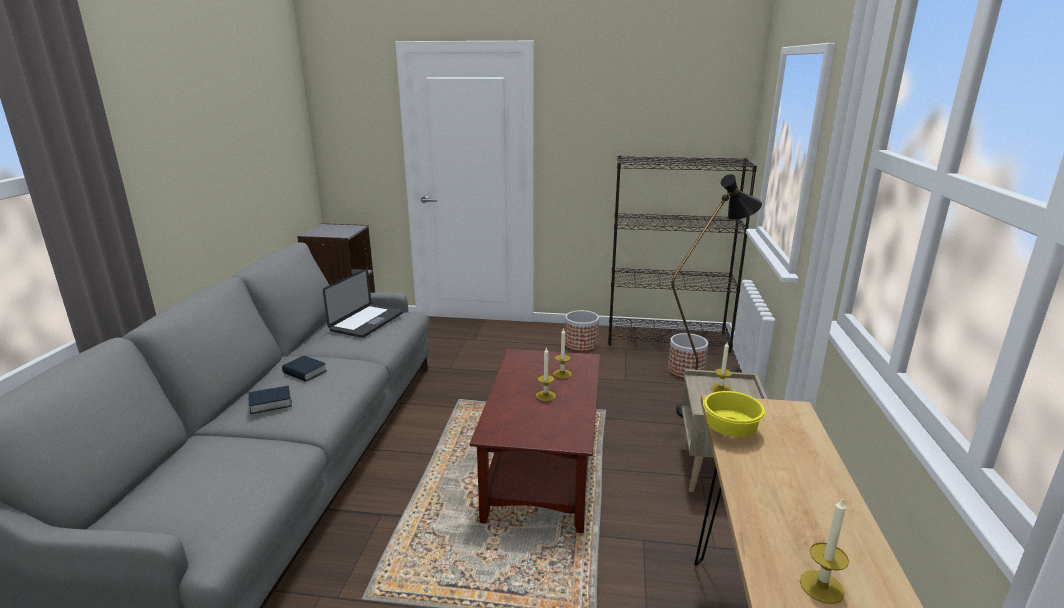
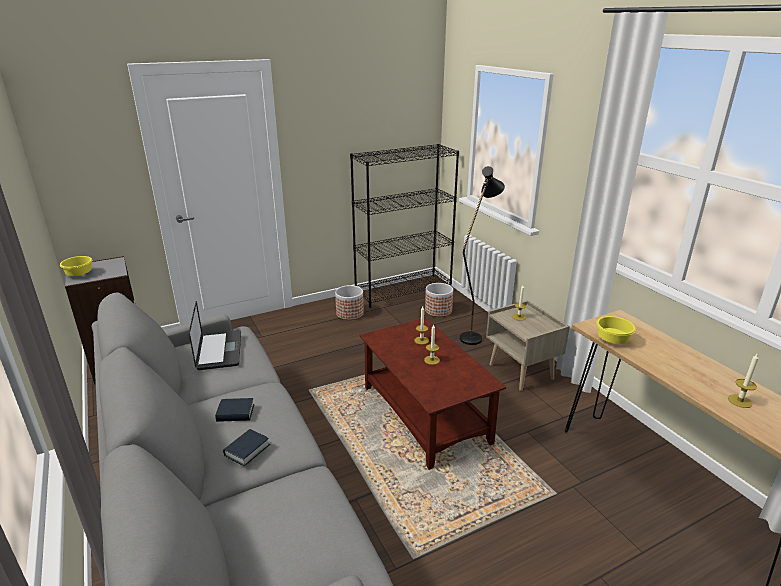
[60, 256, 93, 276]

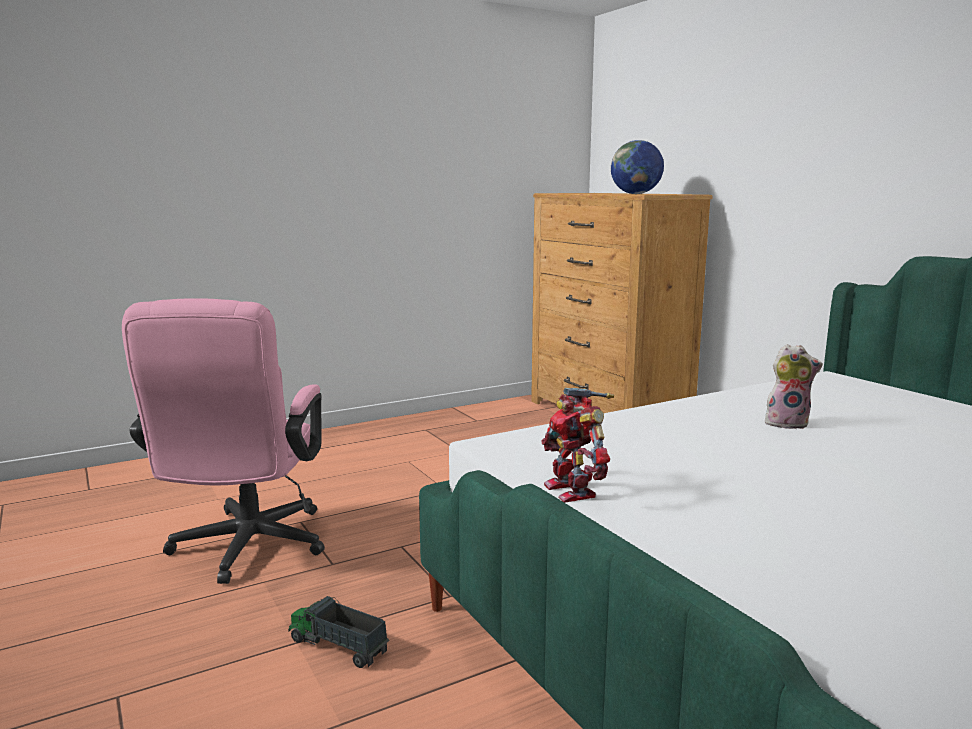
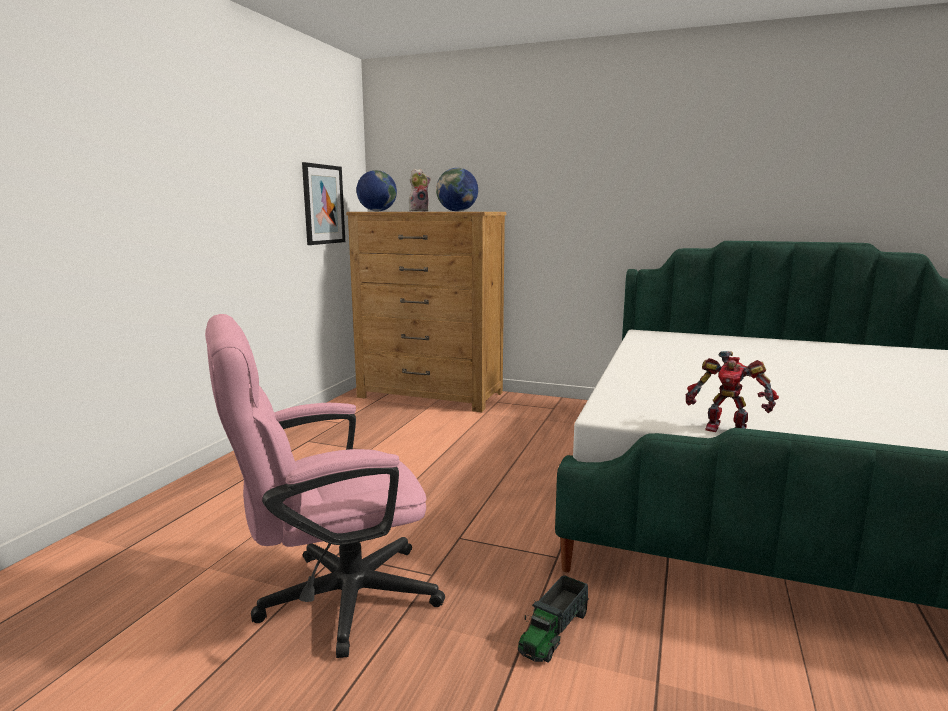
[205, 314, 445, 658]
[518, 575, 589, 663]
[409, 169, 431, 211]
[302, 162, 345, 245]
[356, 170, 397, 211]

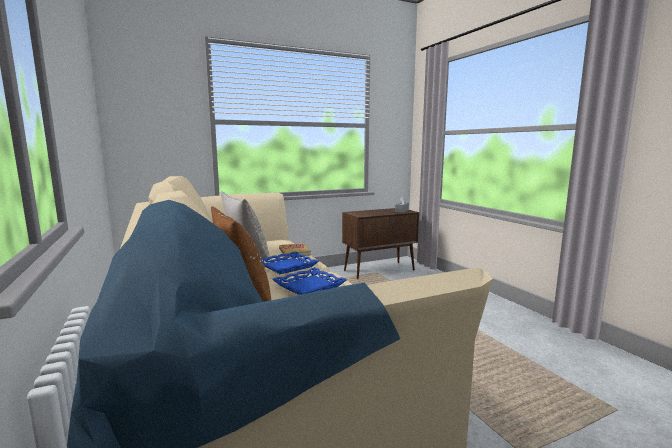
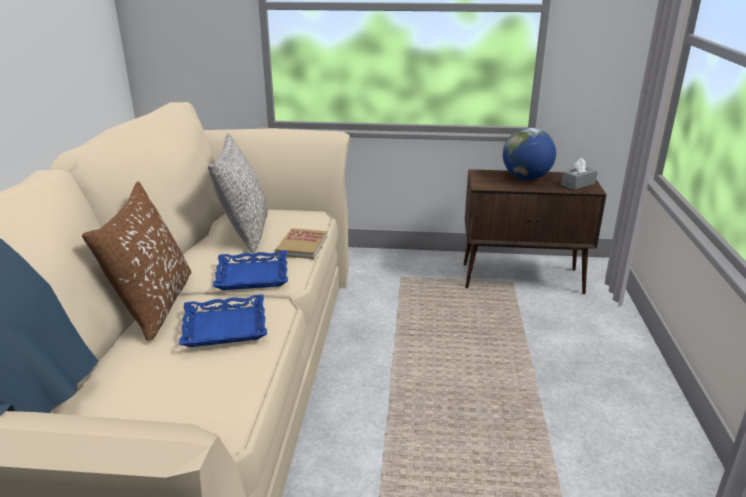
[503, 128, 556, 180]

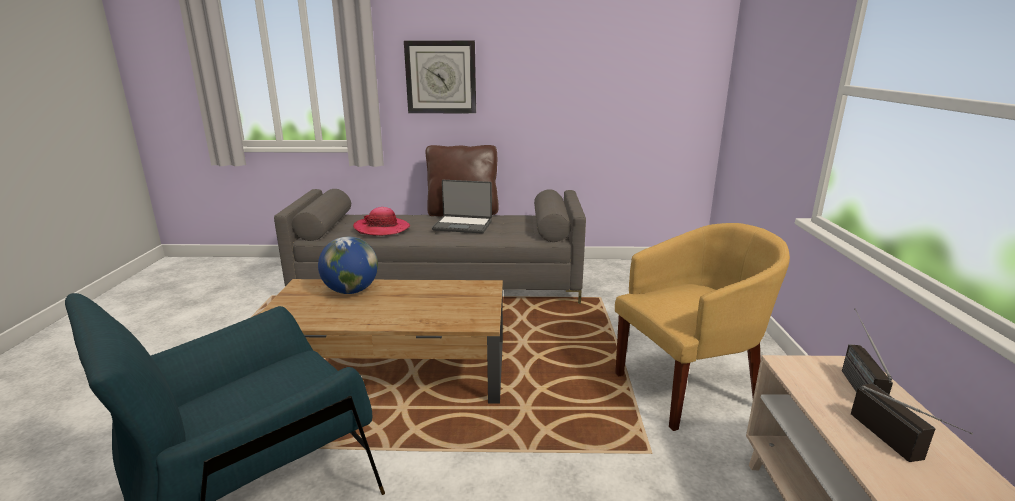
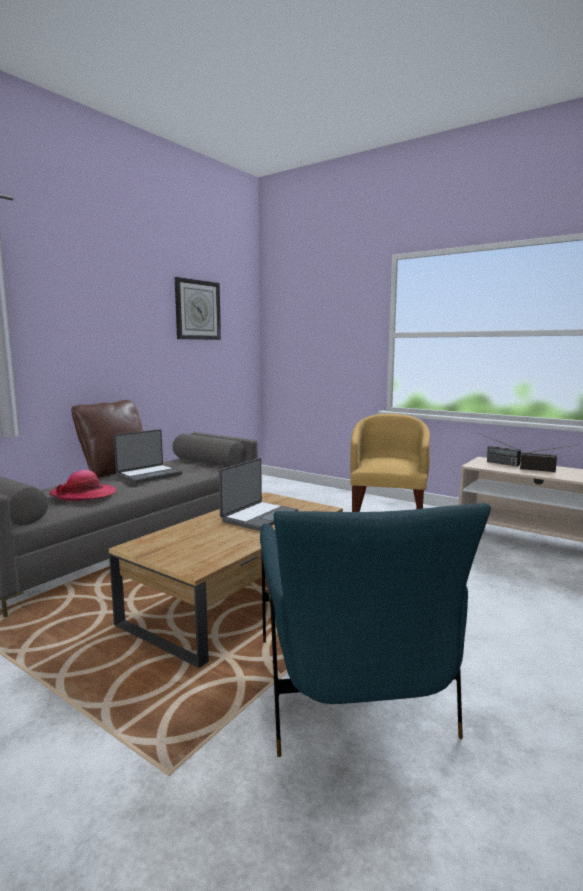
[318, 237, 378, 294] (first image)
[175, 277, 221, 340]
[219, 458, 298, 531]

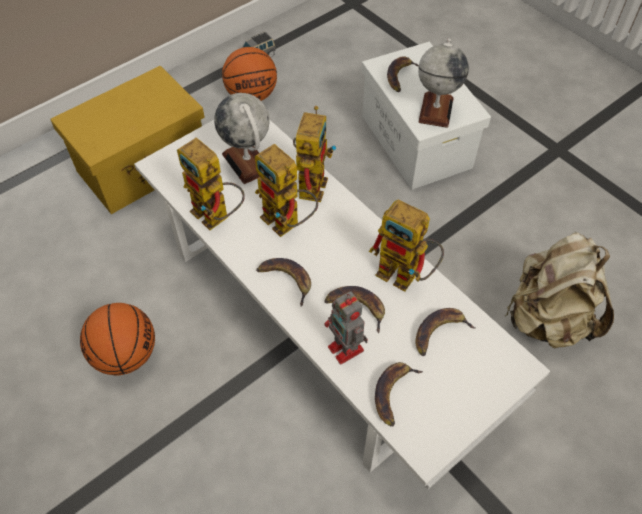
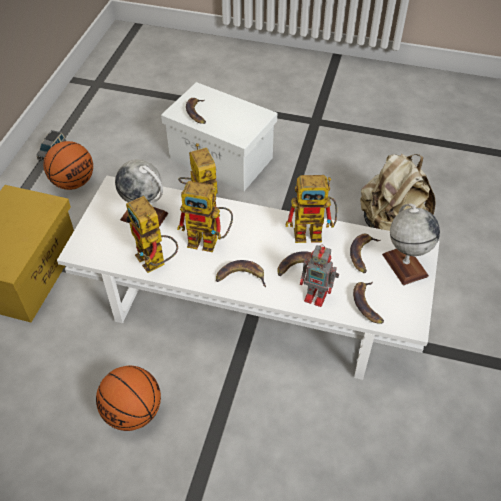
[126, 196, 178, 273]
[382, 203, 440, 285]

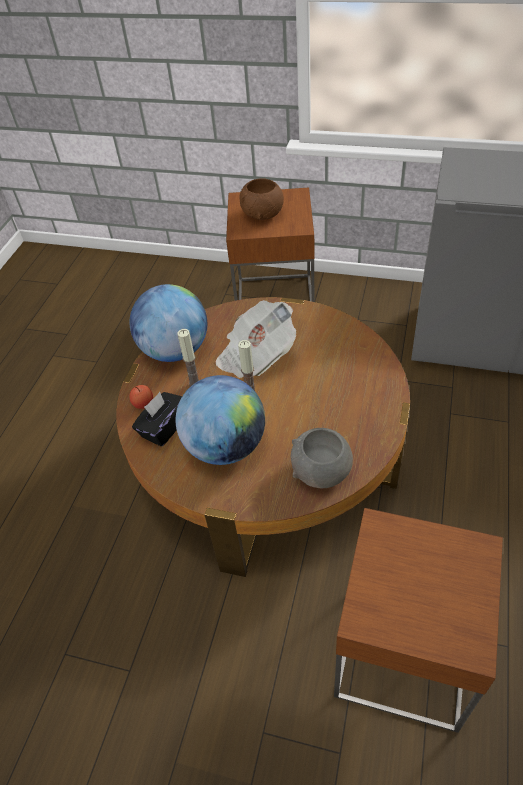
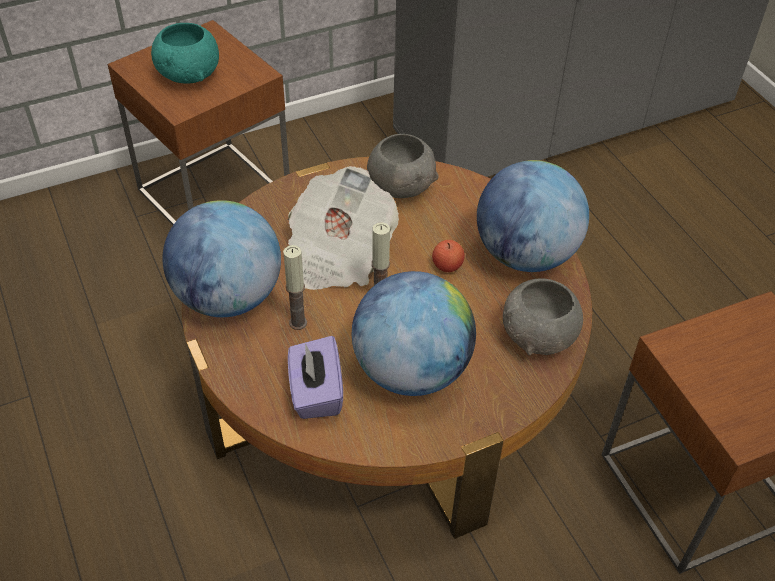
[432, 240, 465, 272]
[288, 336, 343, 419]
[151, 23, 219, 84]
[367, 134, 439, 198]
[477, 160, 589, 272]

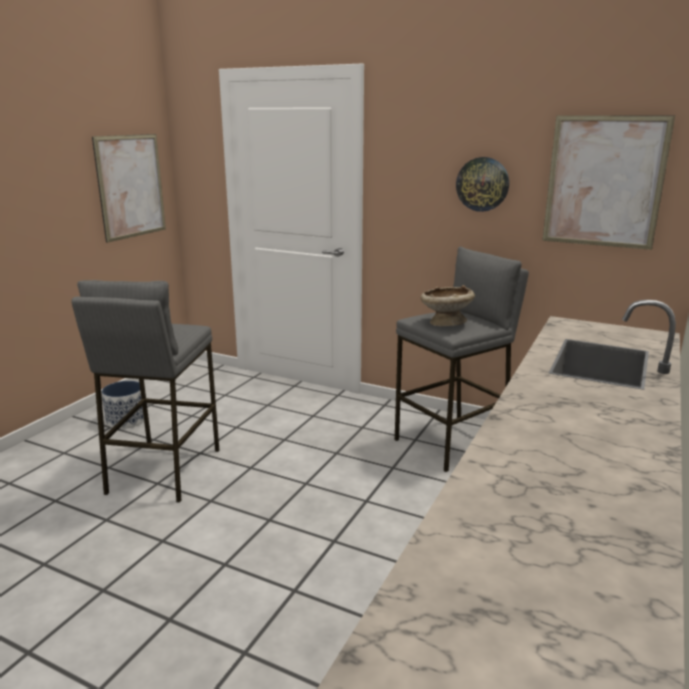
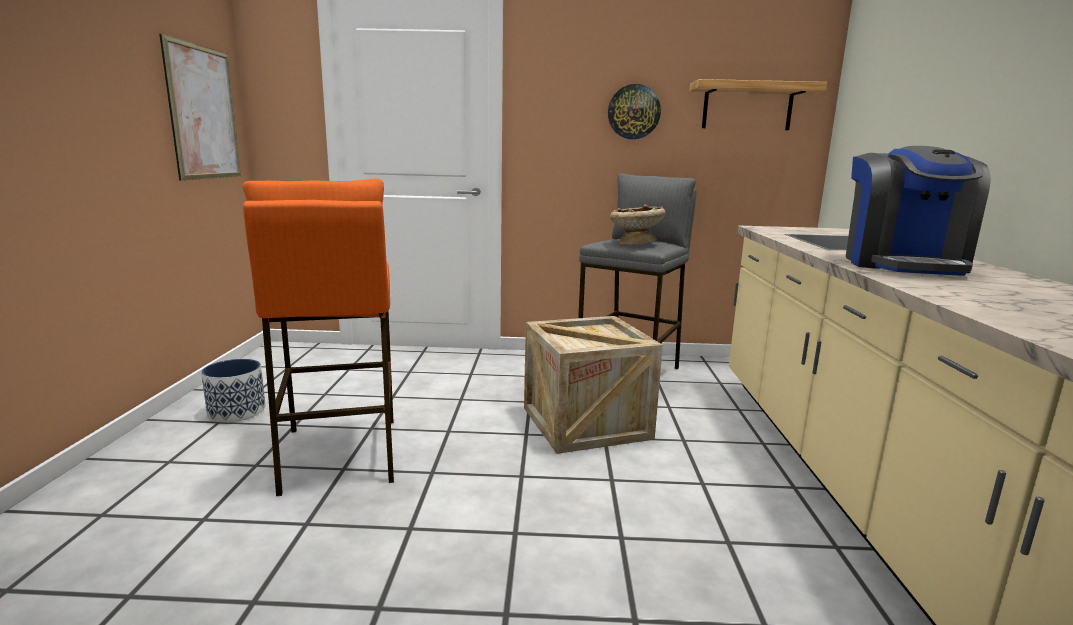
[242, 179, 394, 497]
[689, 79, 827, 130]
[524, 316, 663, 454]
[846, 146, 991, 276]

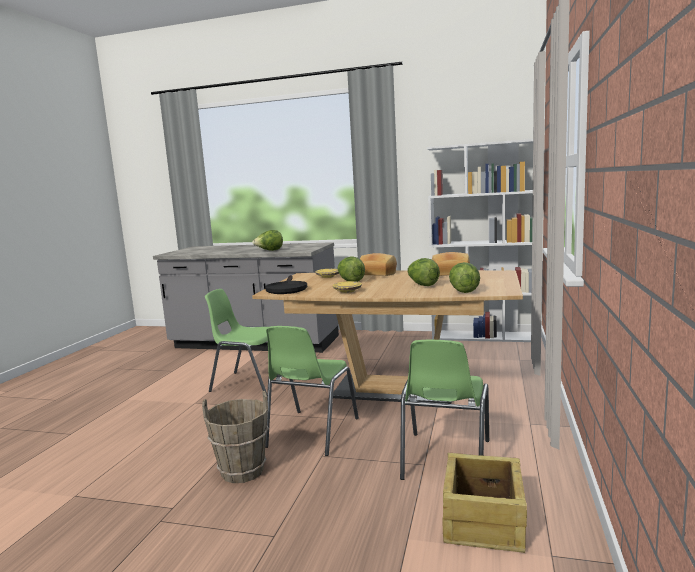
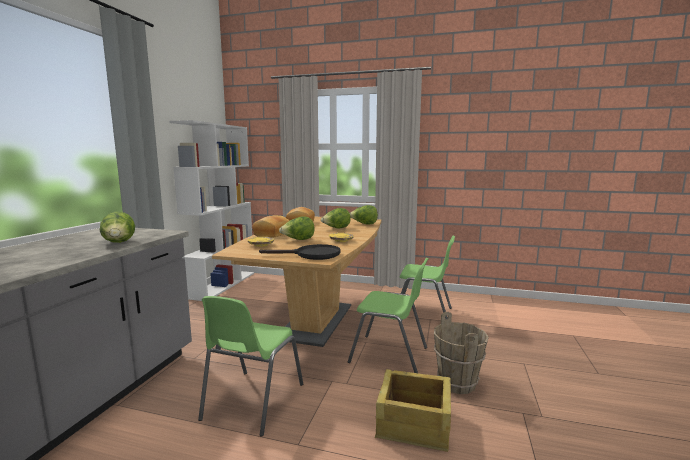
[375, 369, 451, 452]

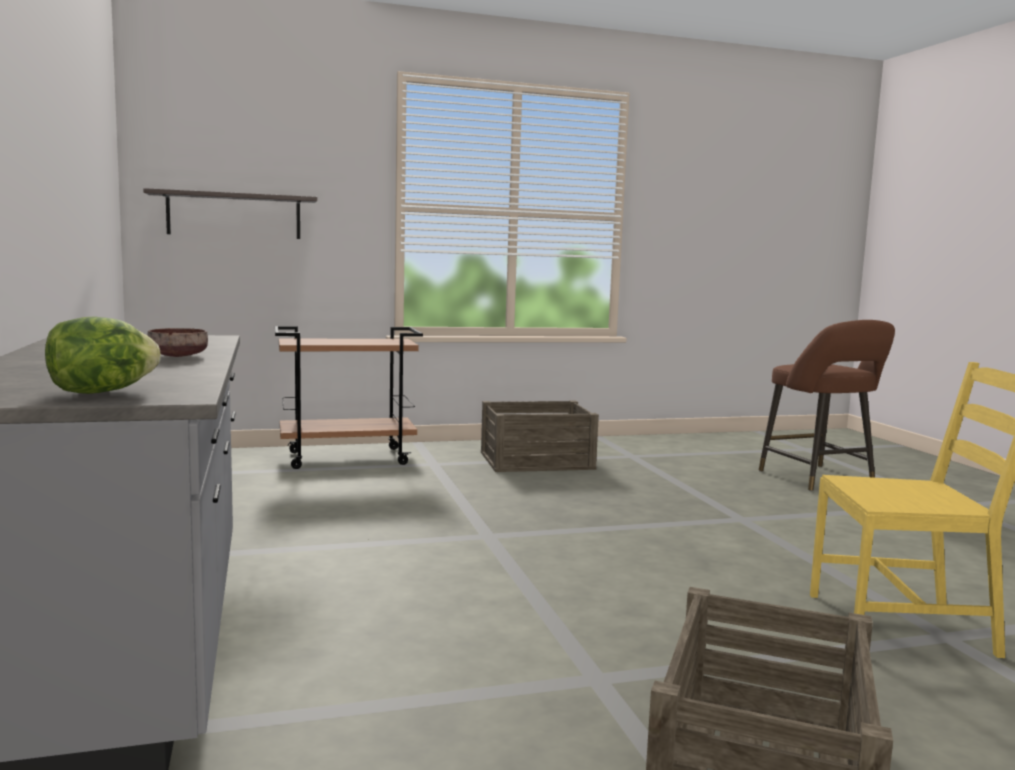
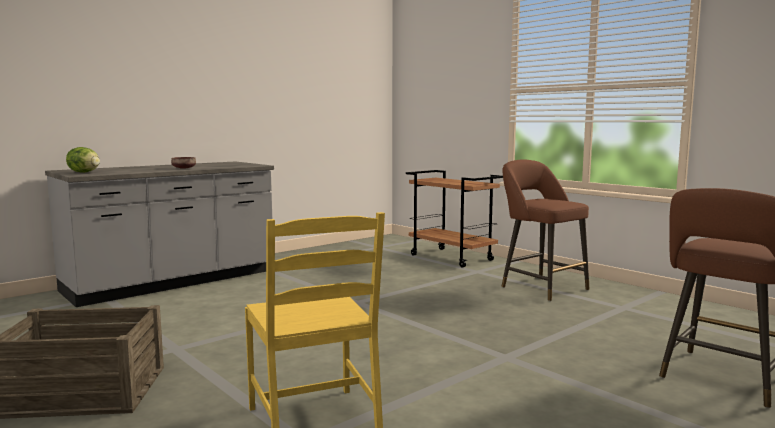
[143, 188, 317, 239] (first image)
[502, 159, 589, 302]

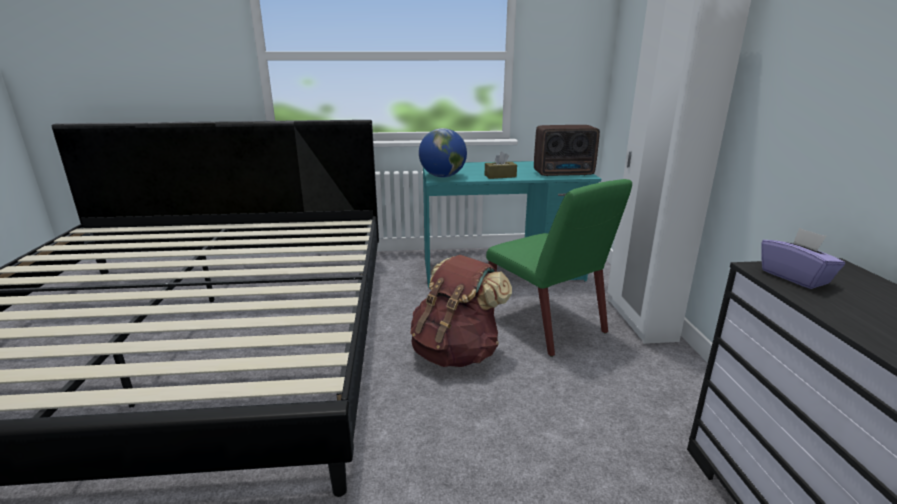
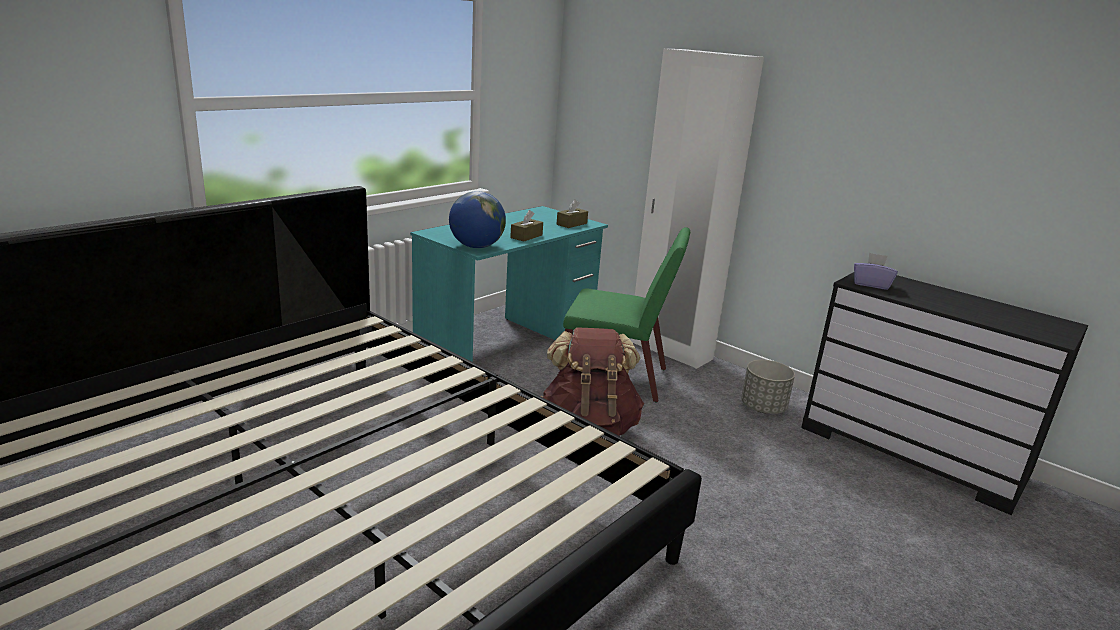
[557, 199, 588, 228]
[741, 360, 795, 414]

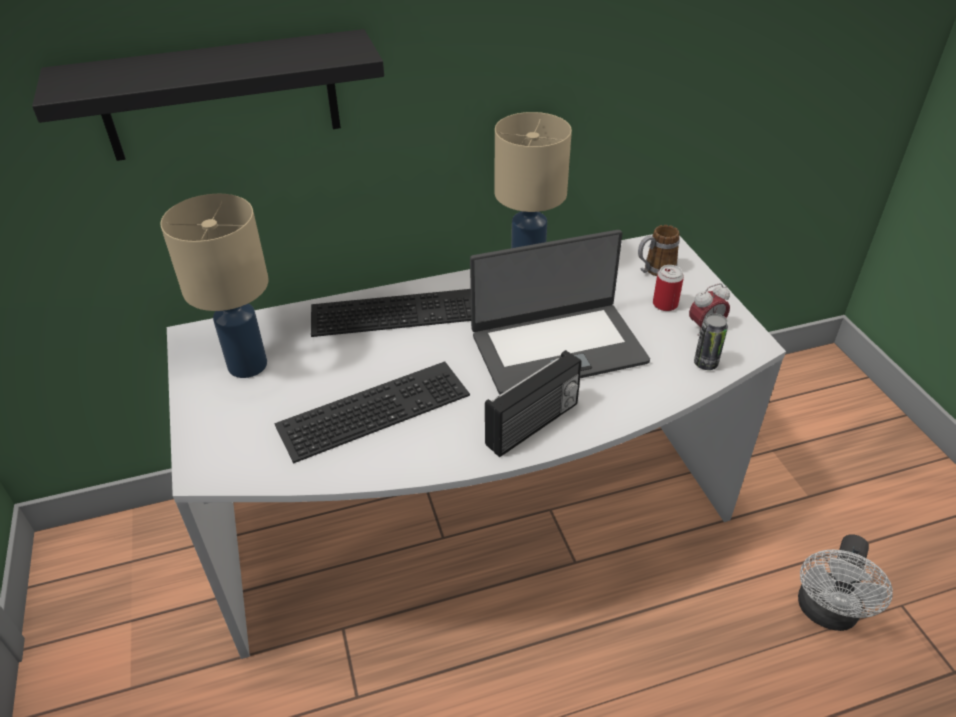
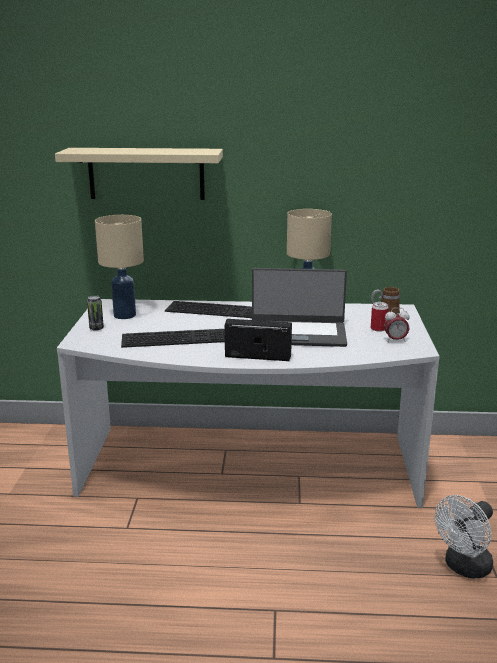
[55, 148, 223, 200]
[225, 319, 292, 361]
[87, 295, 104, 331]

